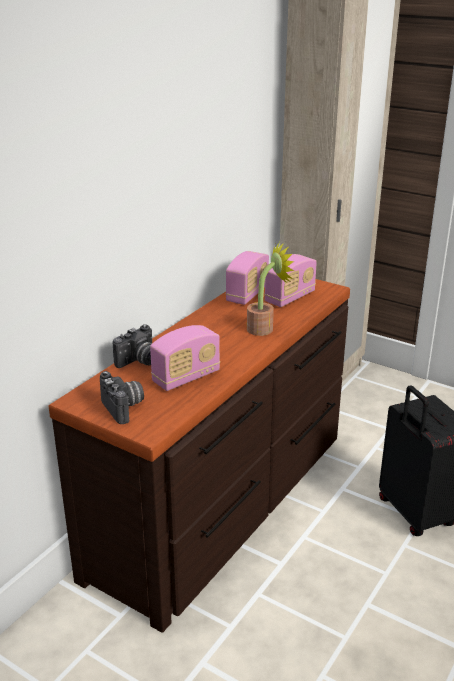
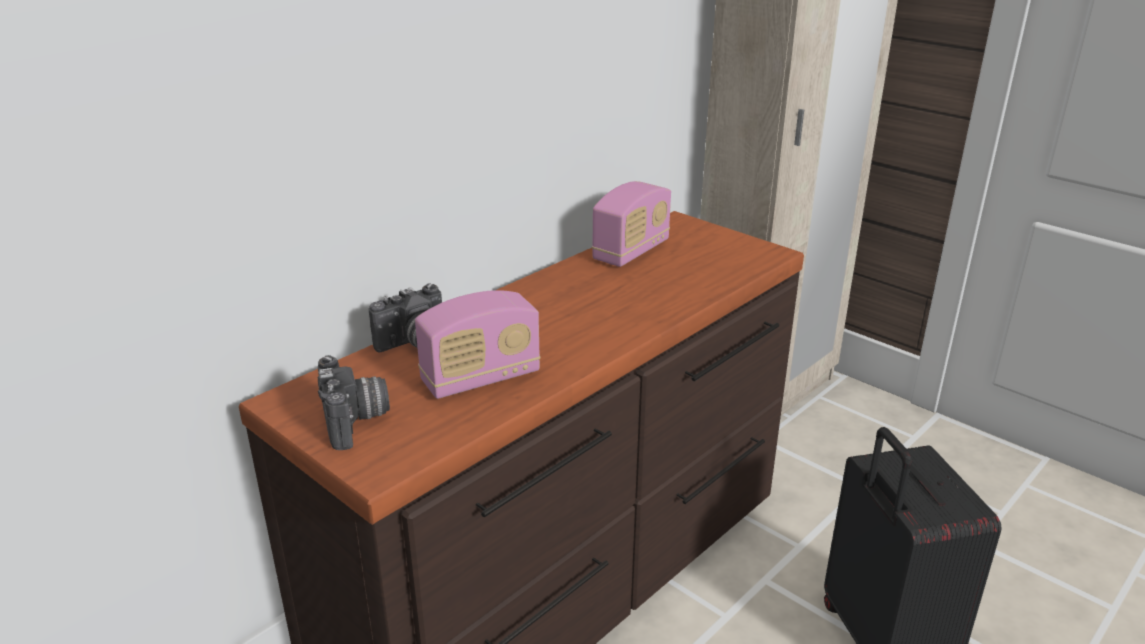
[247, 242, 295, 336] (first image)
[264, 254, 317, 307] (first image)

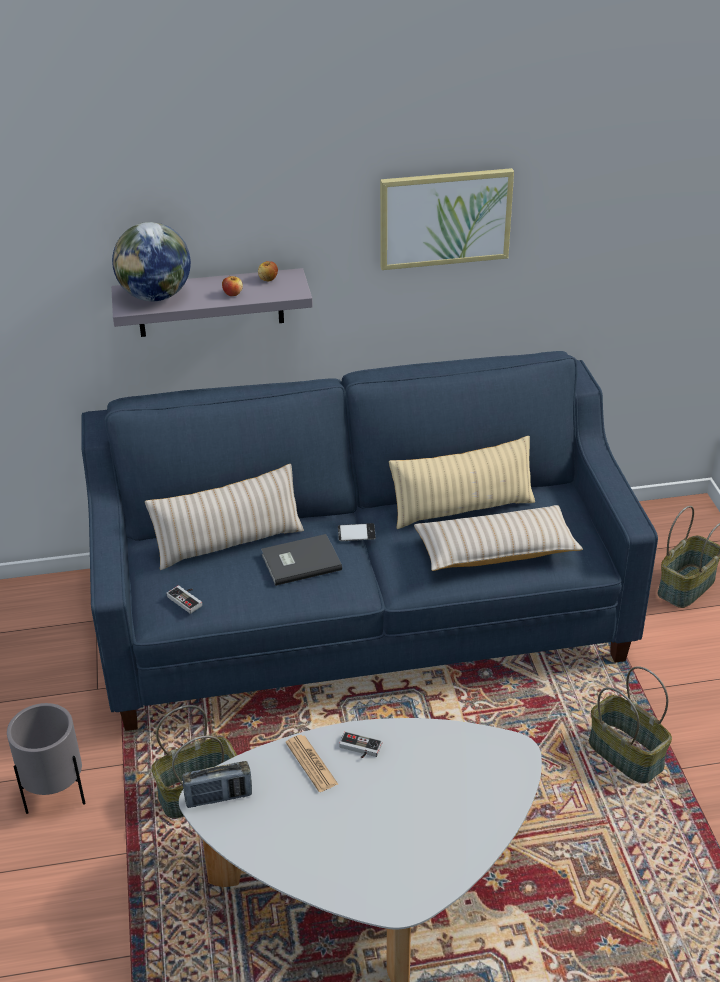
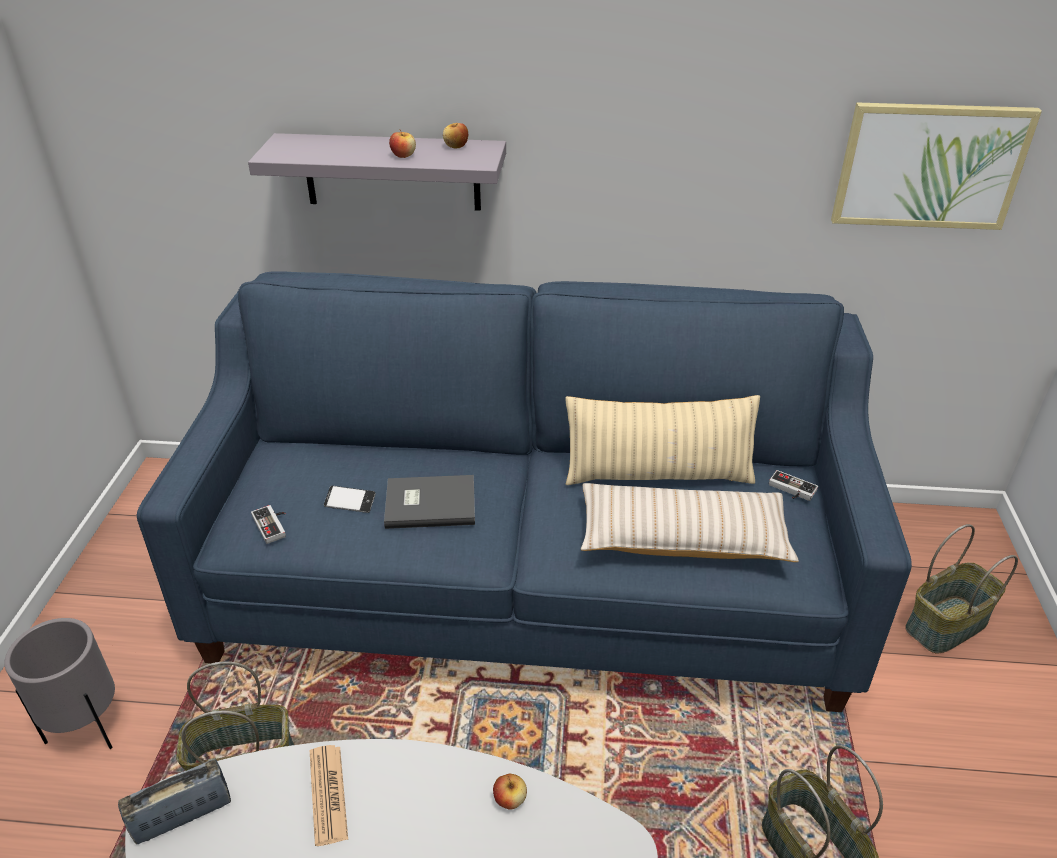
[112, 222, 191, 302] (first image)
[145, 464, 304, 570] (first image)
[118, 759, 231, 844]
[324, 486, 376, 513]
[769, 470, 818, 501]
[831, 102, 1042, 230]
[493, 774, 527, 810]

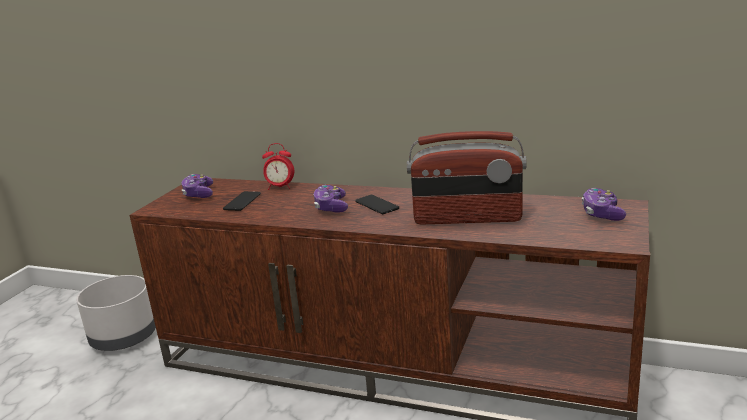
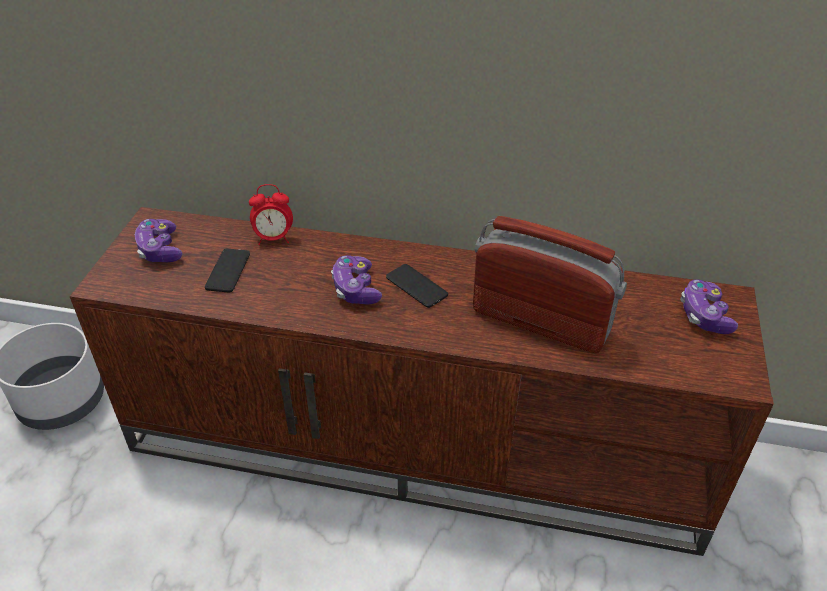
[473, 216, 627, 353]

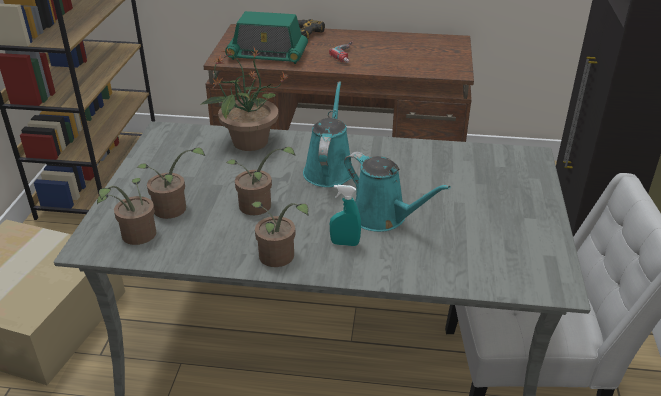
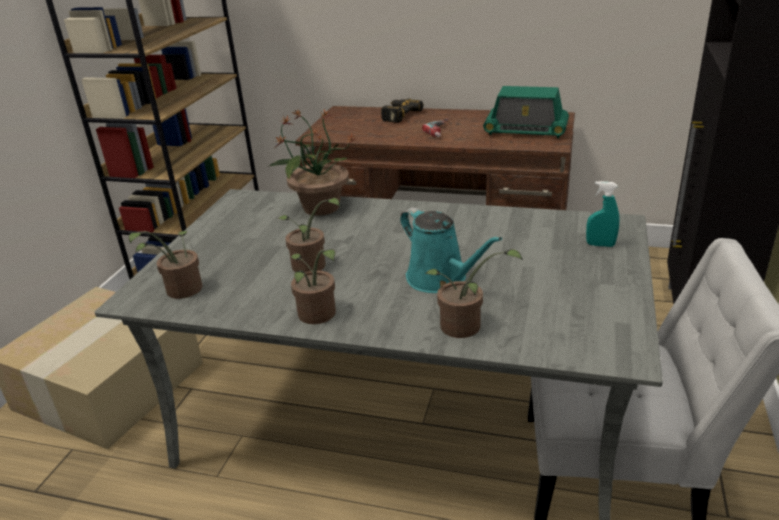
[425, 249, 523, 338]
[483, 86, 569, 138]
[303, 82, 352, 187] (first image)
[586, 181, 619, 247]

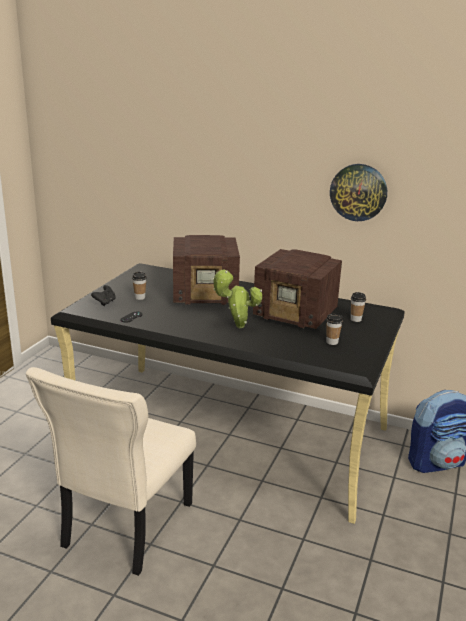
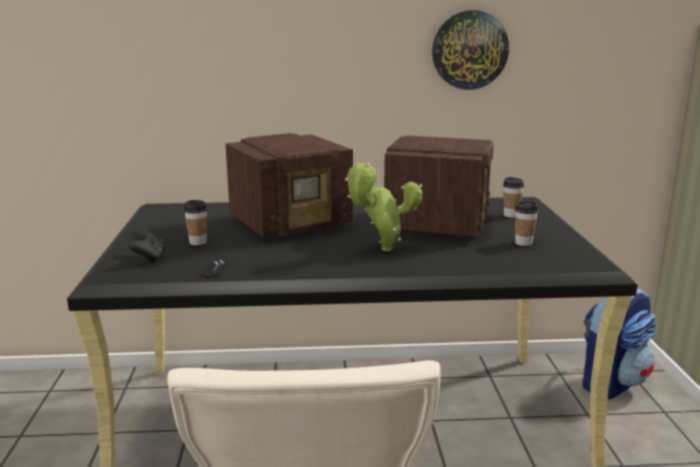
[384, 135, 494, 237]

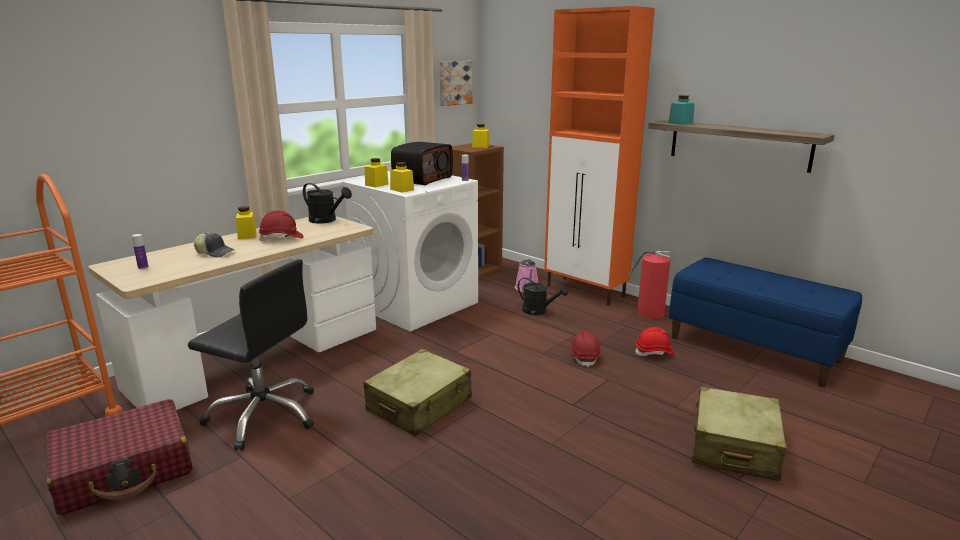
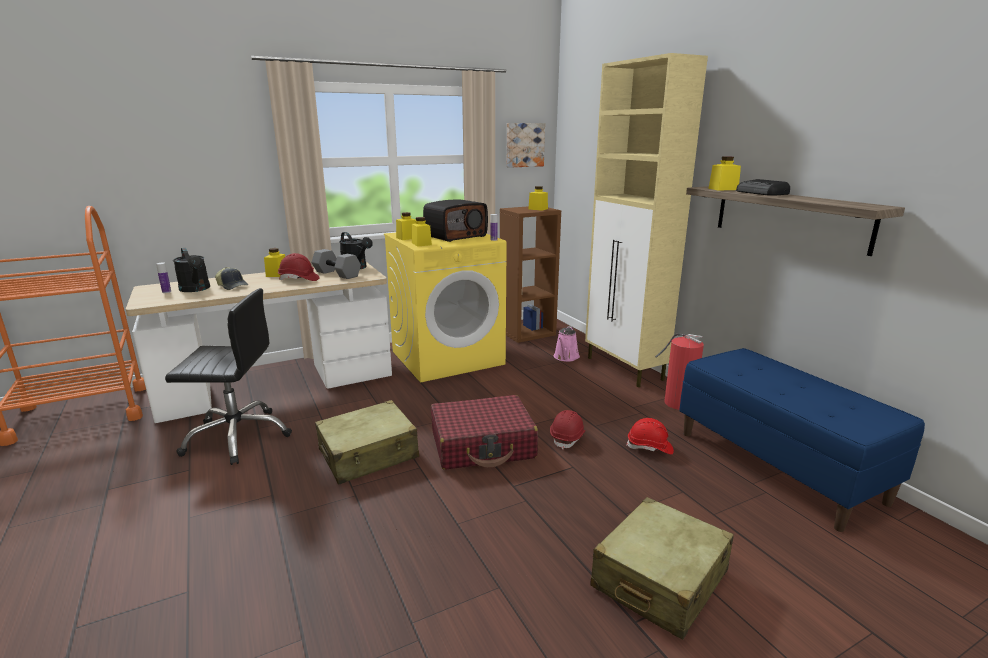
[431, 395, 538, 470]
[165, 288, 292, 465]
[384, 233, 507, 383]
[173, 248, 210, 292]
[585, 53, 708, 387]
[708, 156, 741, 191]
[311, 249, 361, 279]
[736, 179, 790, 196]

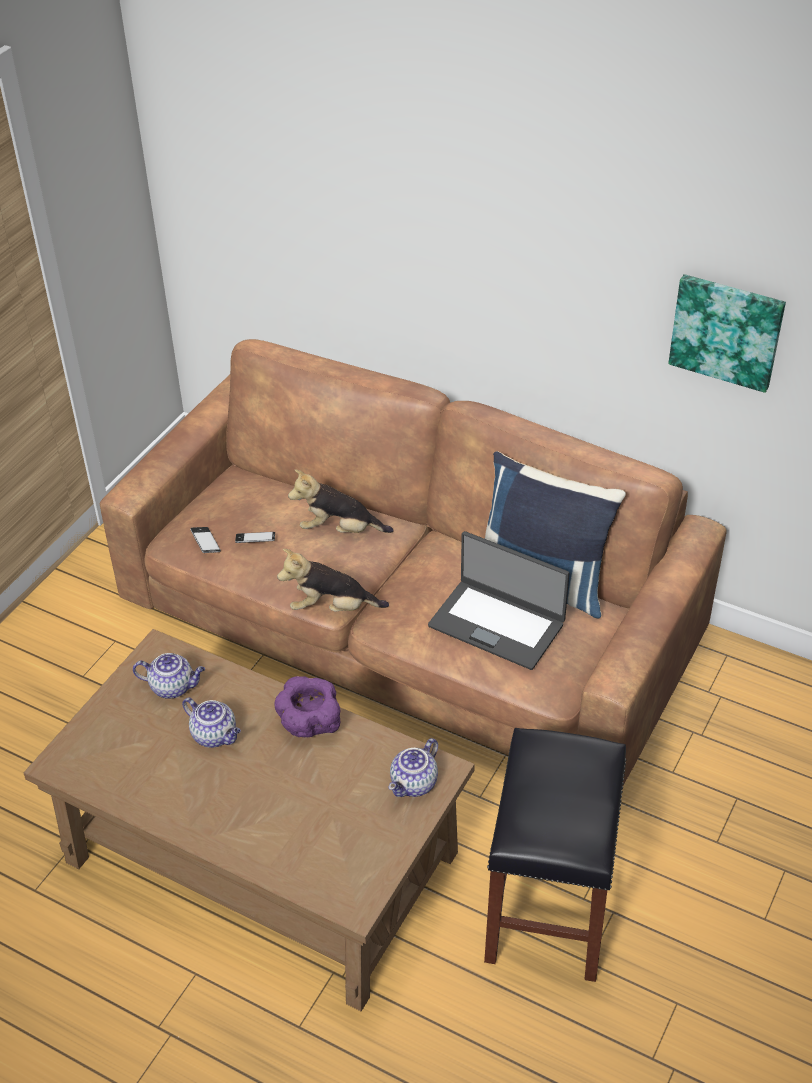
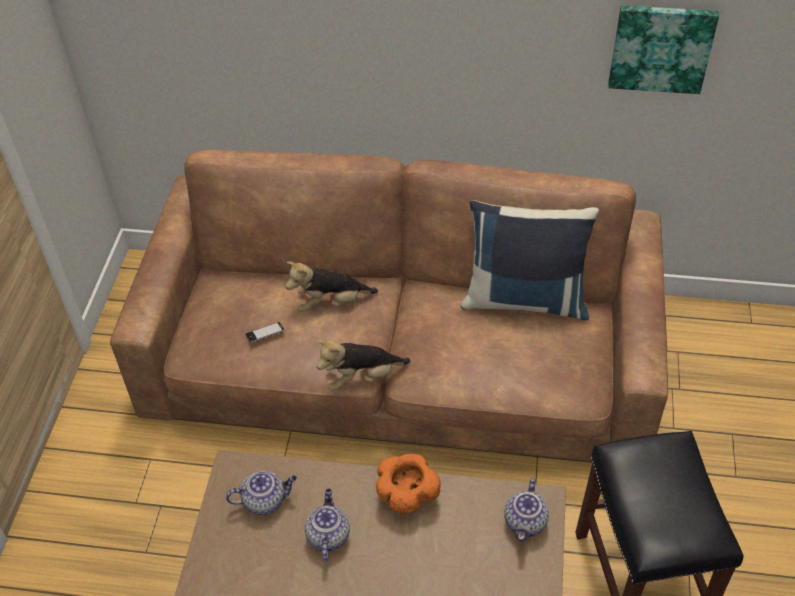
[305, 488, 350, 562]
[190, 527, 221, 553] (first image)
[376, 454, 441, 513]
[428, 531, 569, 670] (first image)

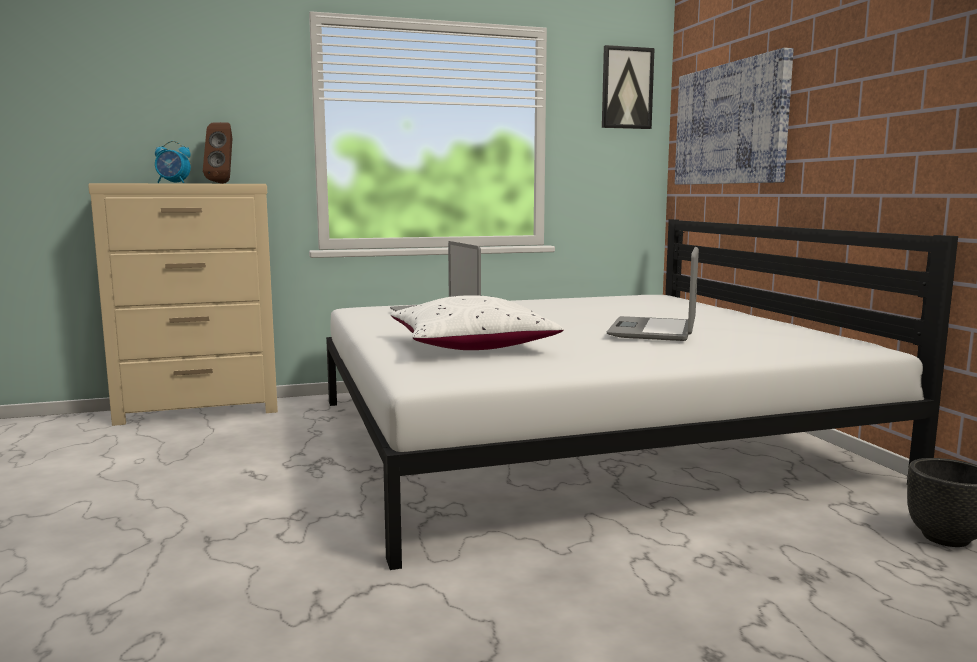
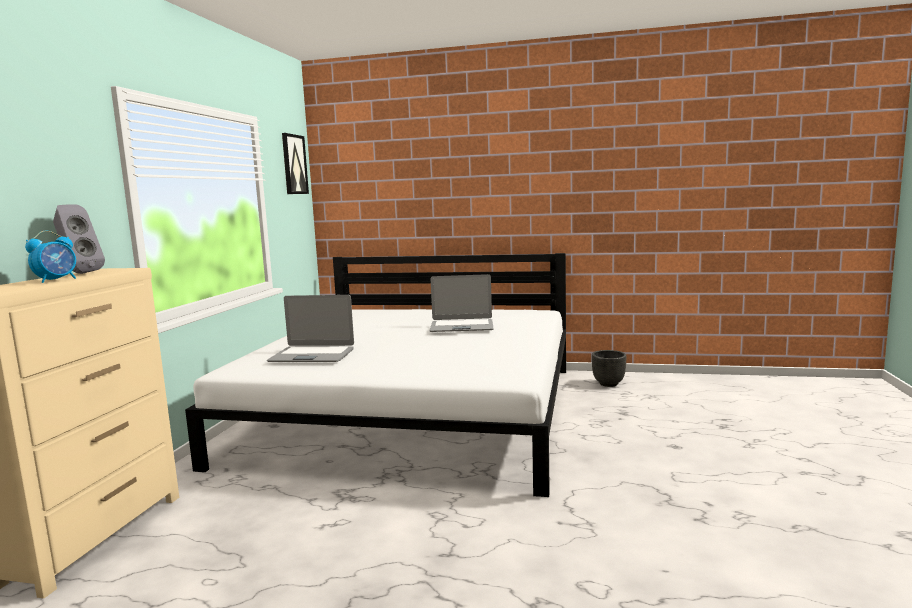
[53, 204, 105, 274]
[391, 295, 564, 350] (first image)
[430, 274, 494, 332]
[675, 48, 794, 185] (first image)

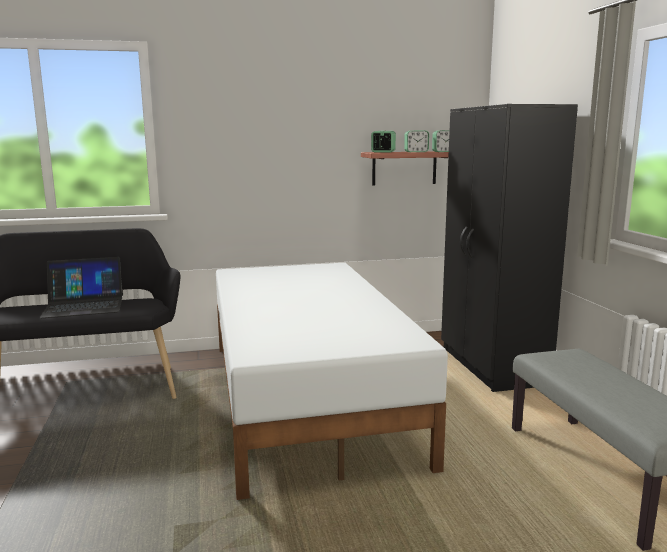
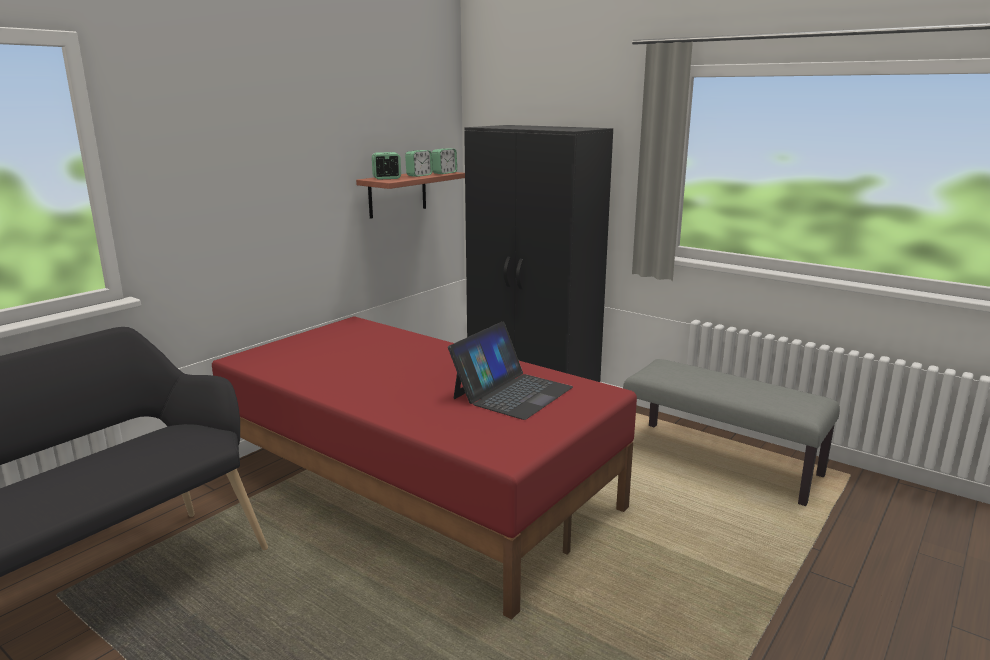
[448, 322, 573, 420]
[212, 316, 637, 620]

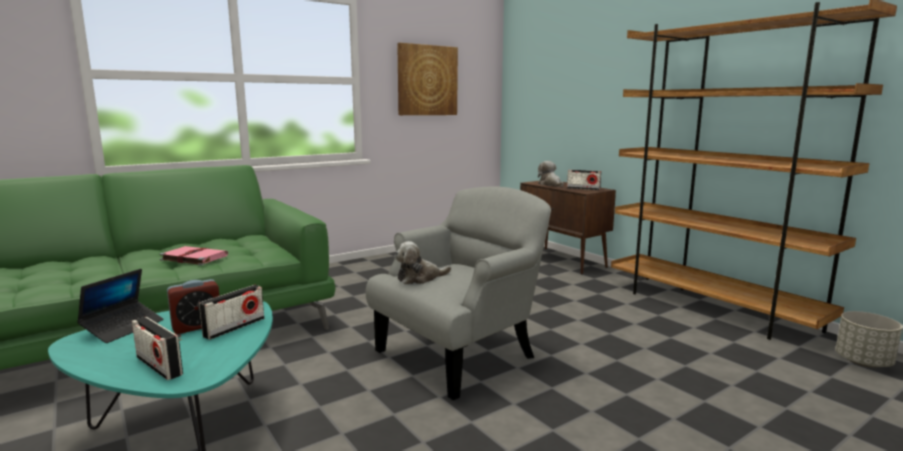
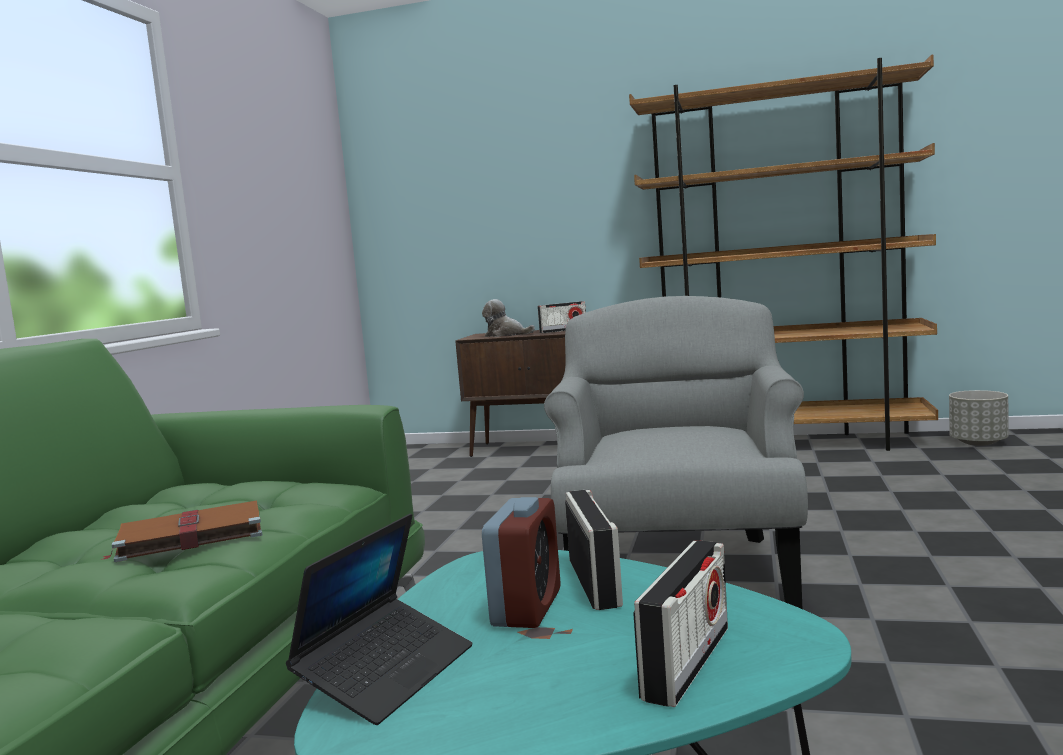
[286, 514, 473, 725]
[633, 540, 728, 707]
[101, 501, 262, 562]
[394, 241, 451, 284] (first image)
[397, 43, 458, 115] (first image)

